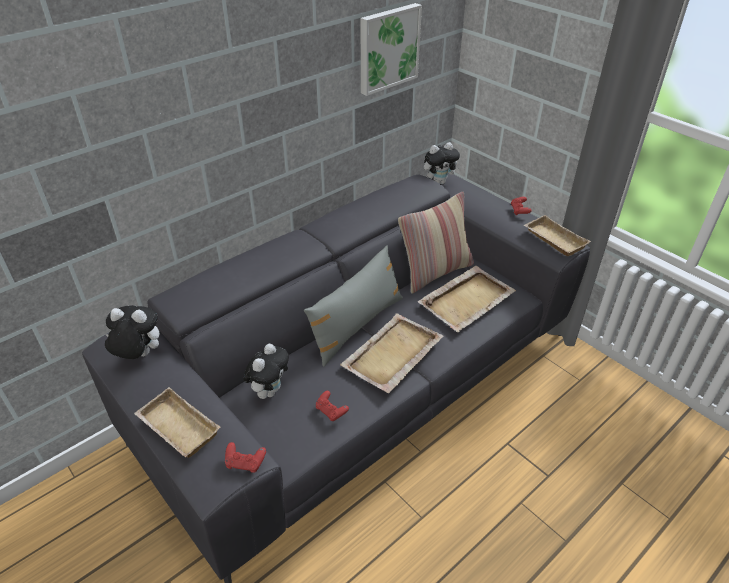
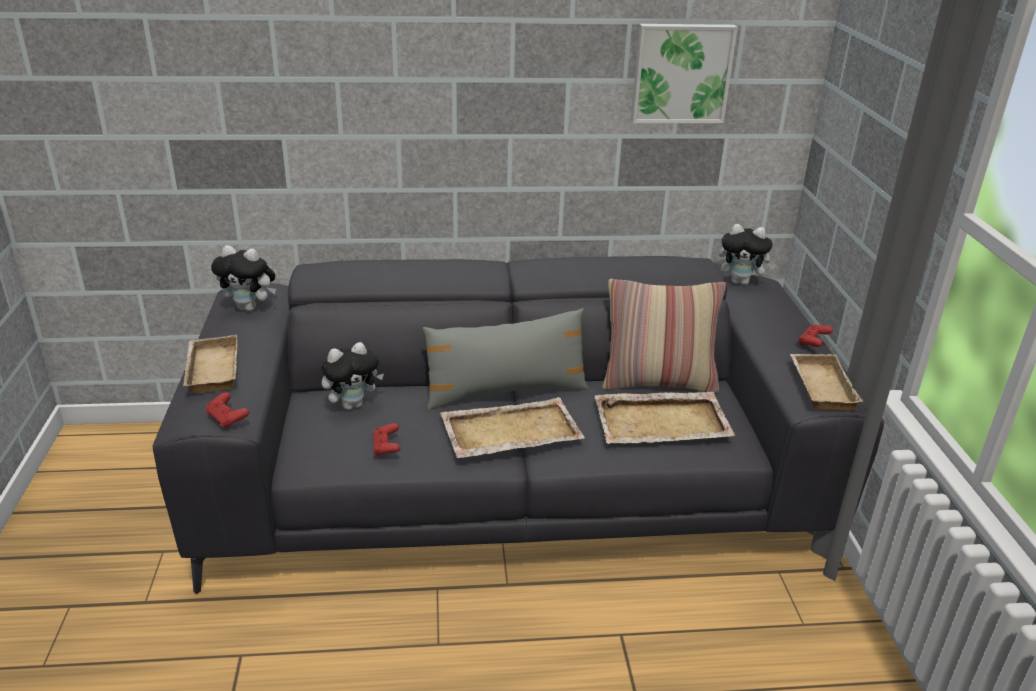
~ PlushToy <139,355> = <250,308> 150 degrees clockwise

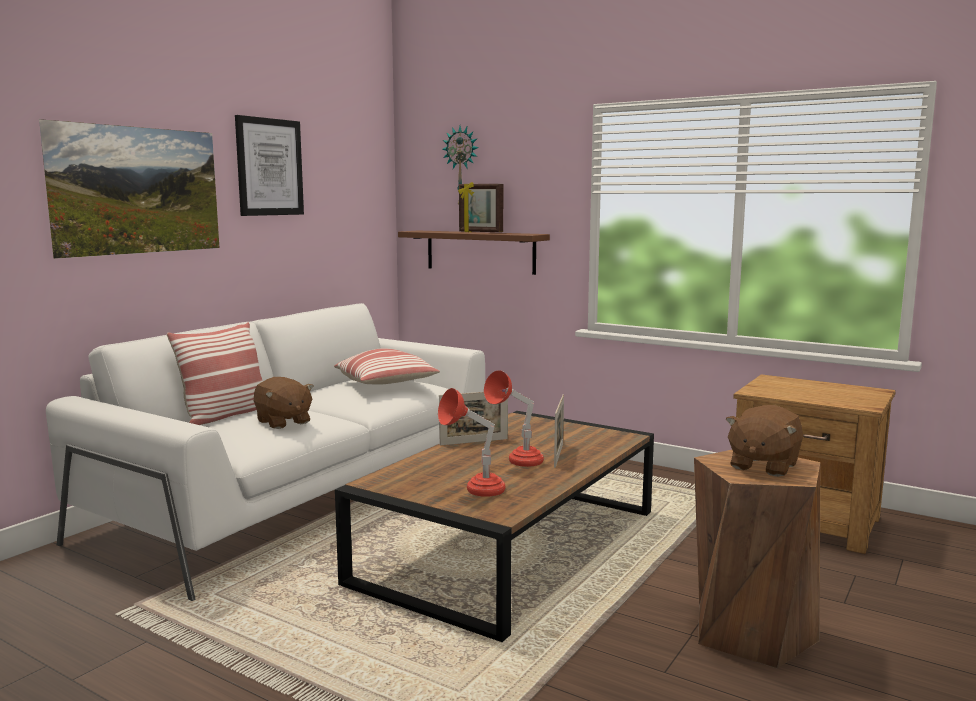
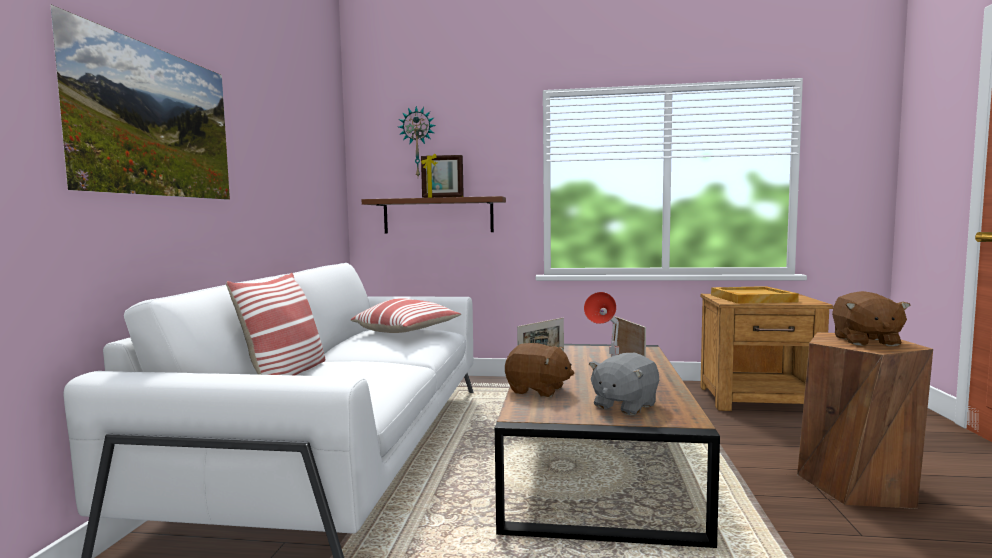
~ BrownPlushToy <283,422> to <537,390>
~ RedTableLamp <474,491> to GreyPlushToy <624,405>
+ BeigeTray <752,298>
- Picture <269,167>

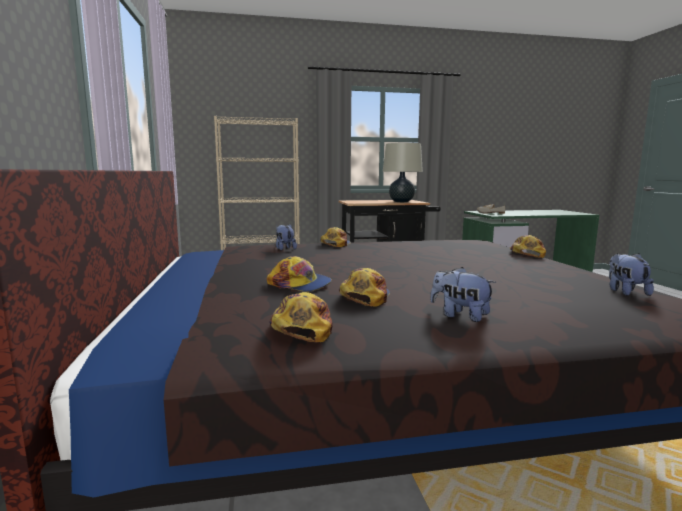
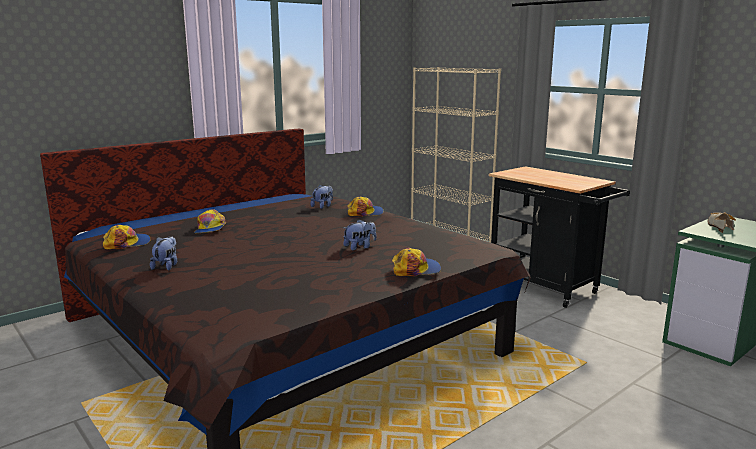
~ PlushToy <625,292> to <360,247>
- Cap <365,296>
- BeigeTableLamp <401,201>

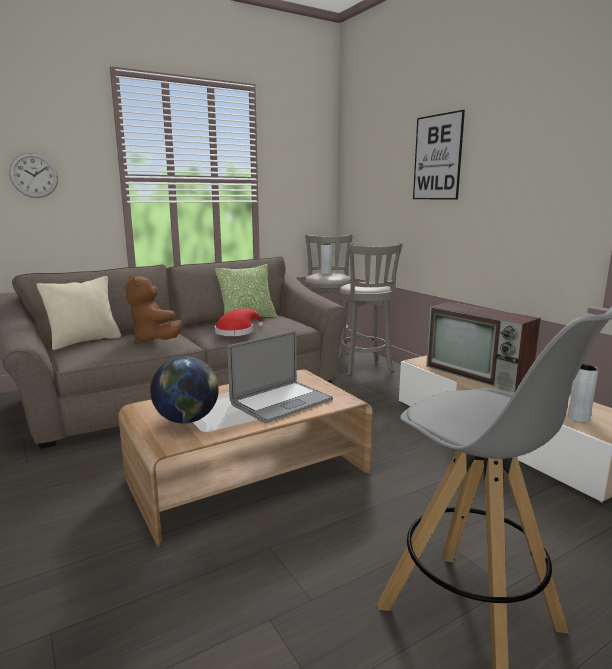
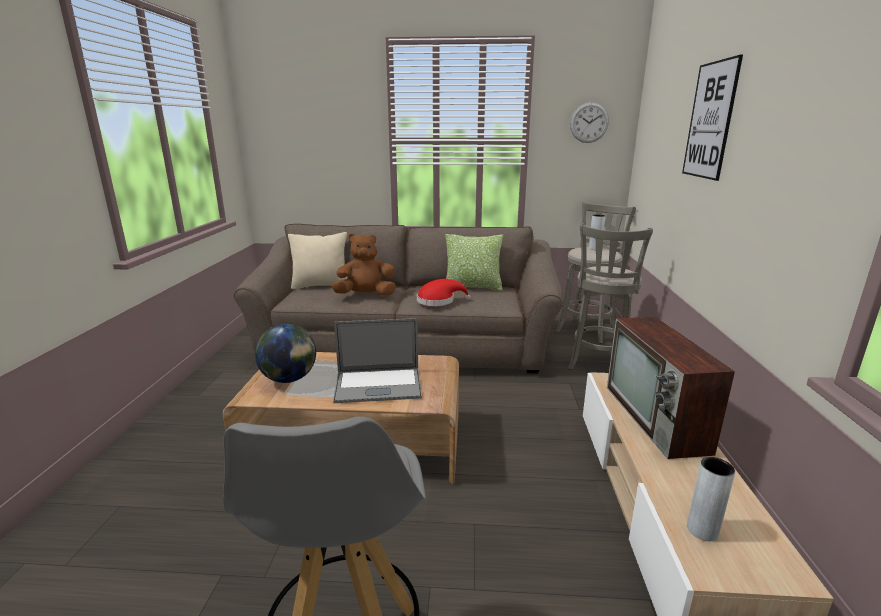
~ BrownPlushToy <155,340> = <365,295> 75 degrees clockwise
~ WallClock <34,175> to <589,122>

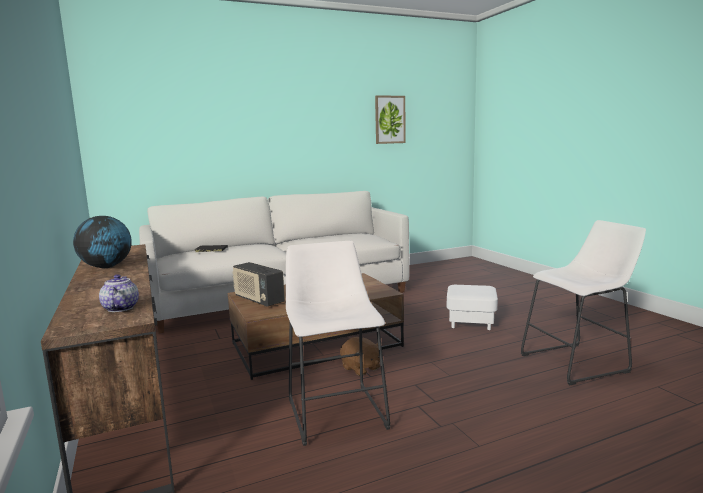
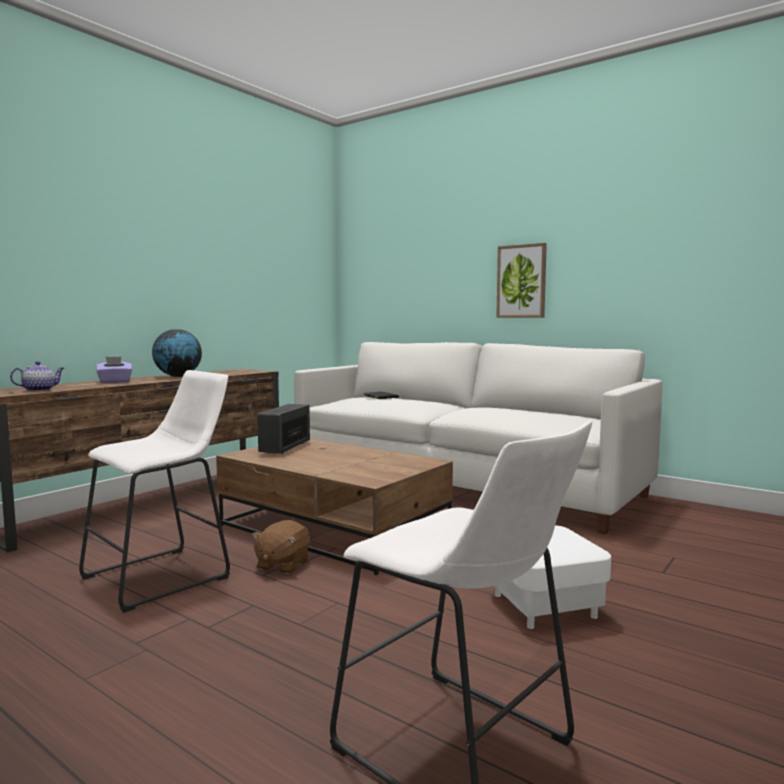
+ PurpleTissueBox <115,381>
~ Picture <389,119> to <521,281>

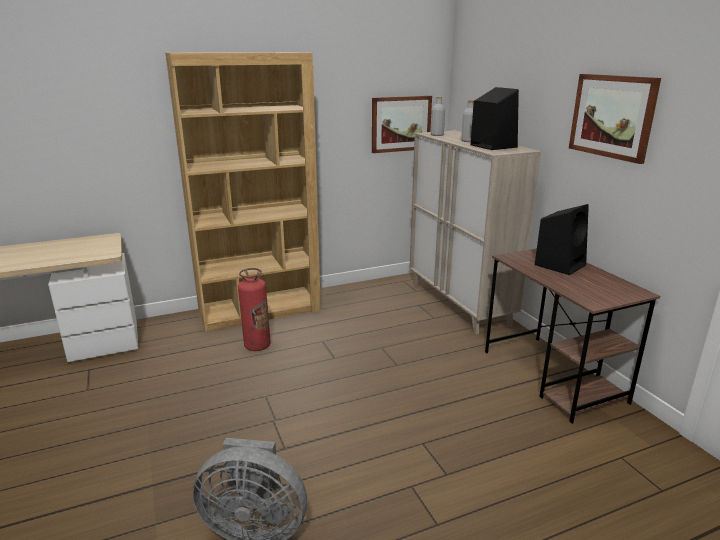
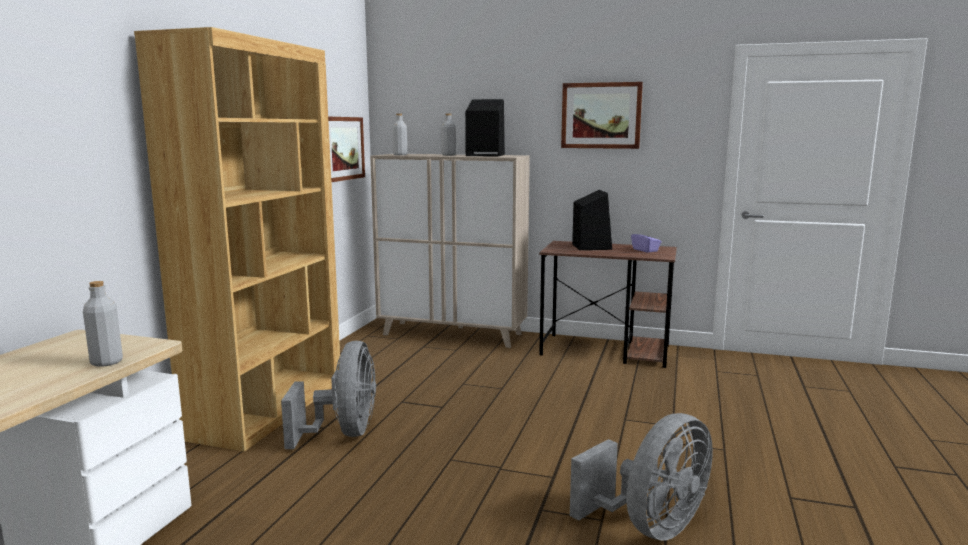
+ GreyBottle <106,362>
~ FireExtinguisher <257,346> to GreyFan <344,433>
+ PurpleTissueBox <645,250>

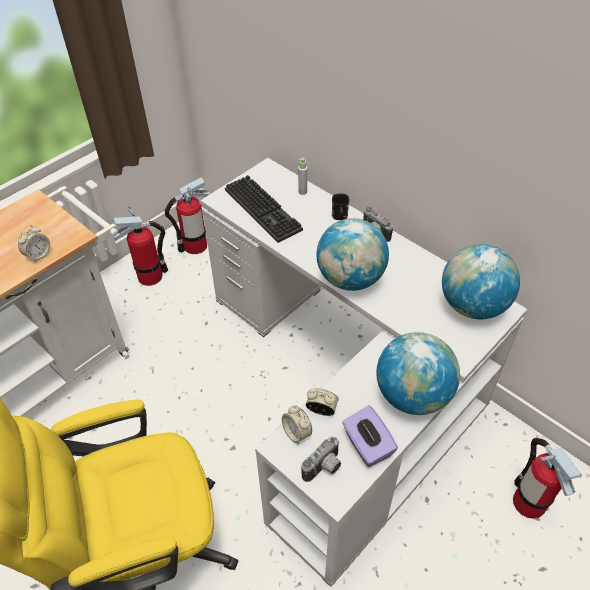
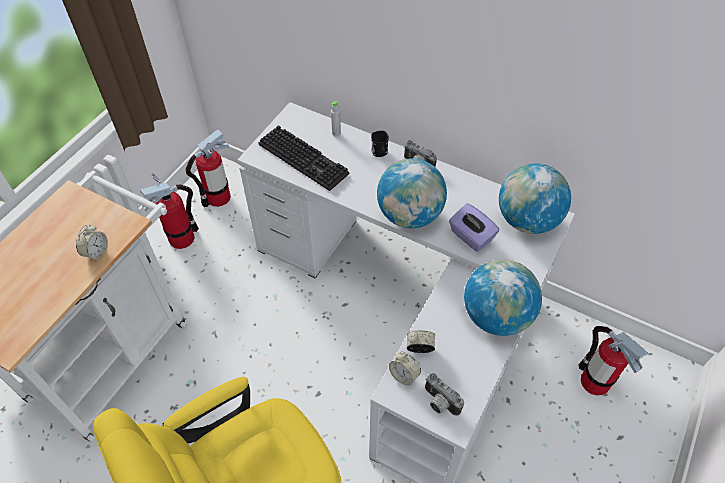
~ PhotoCamera <324,468> = <439,403> 105 degrees clockwise
~ PurpleTissueBox <367,446> to <470,236>

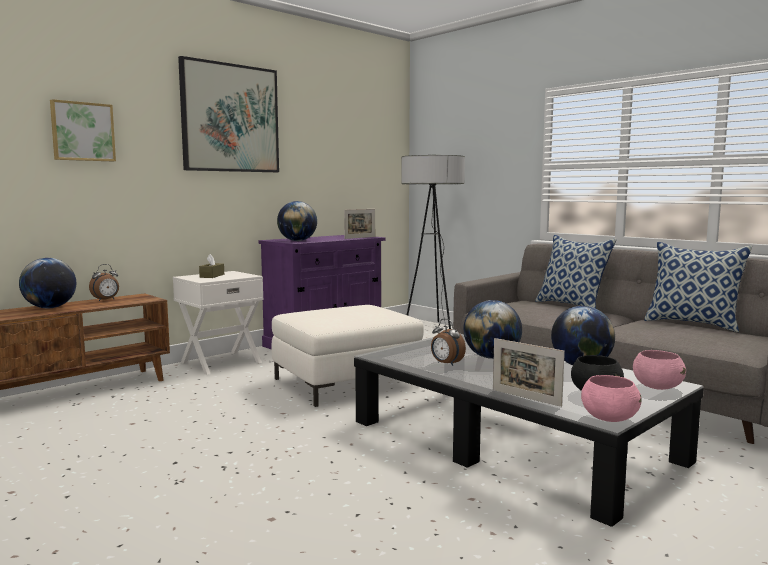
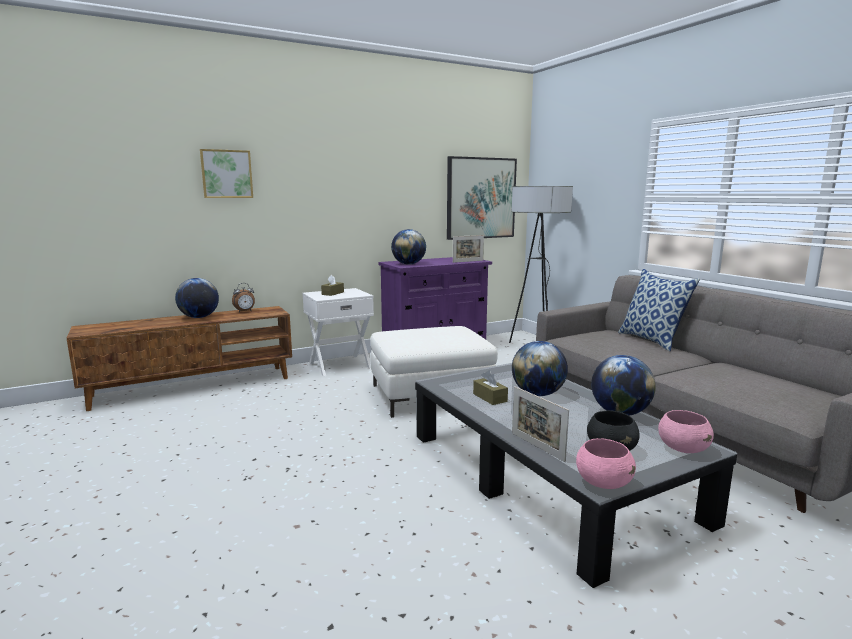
~ Picture <230,118> to <481,198>
~ AlarmClock <446,364> to BrownTissueBox <490,397>
- Pillow <693,324>

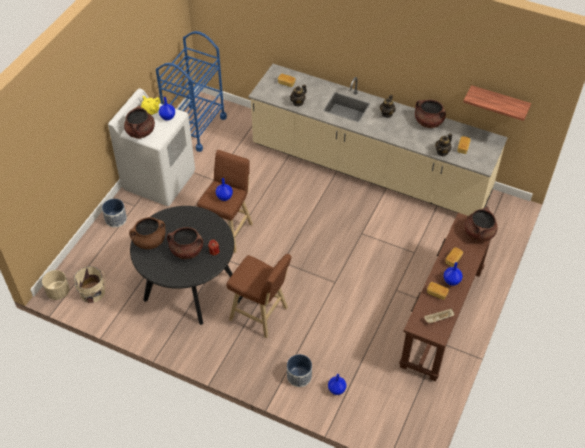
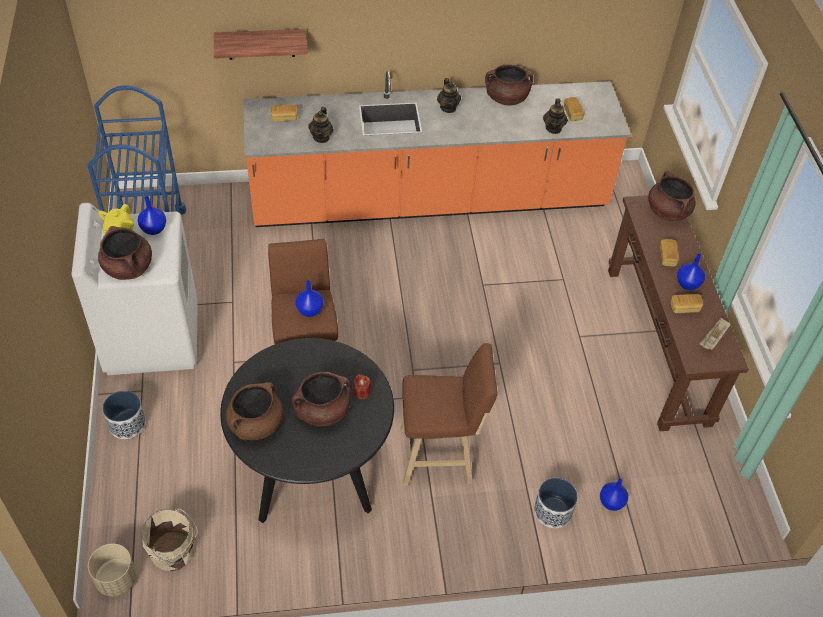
~ Shelf <499,102> to <261,44>
~ BeigeCounter <369,170> to OrangeCounter <429,200>

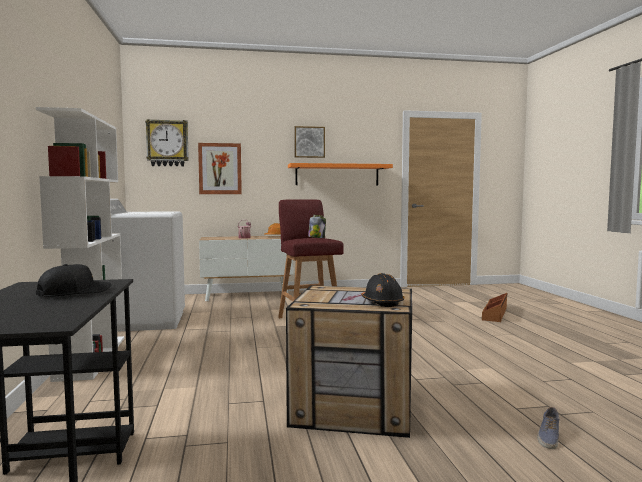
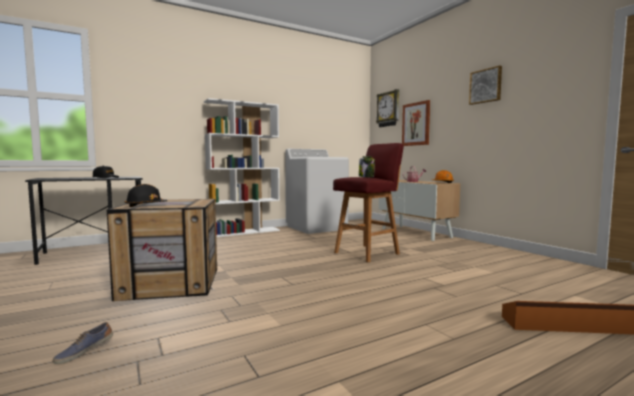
~ Shoe <548,437> = <84,351> 60 degrees counterclockwise
- OrangeShelf <337,175>

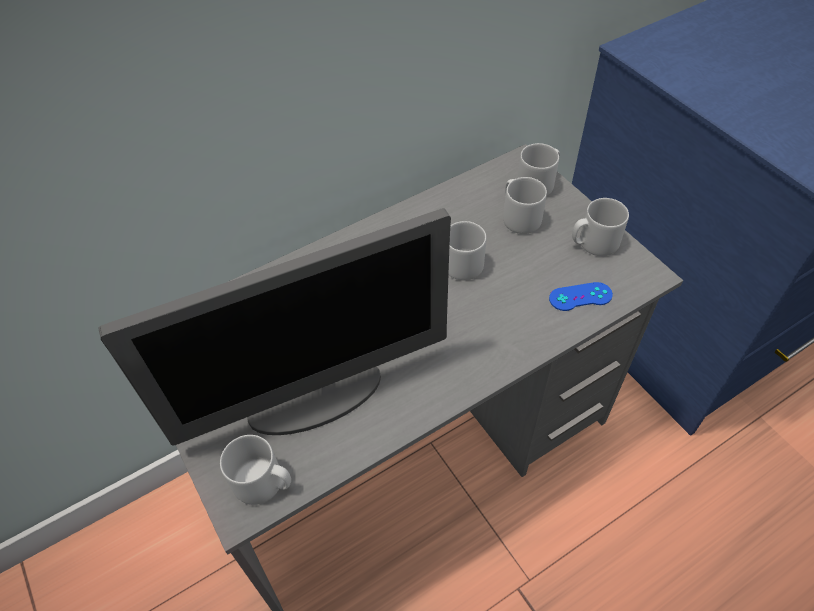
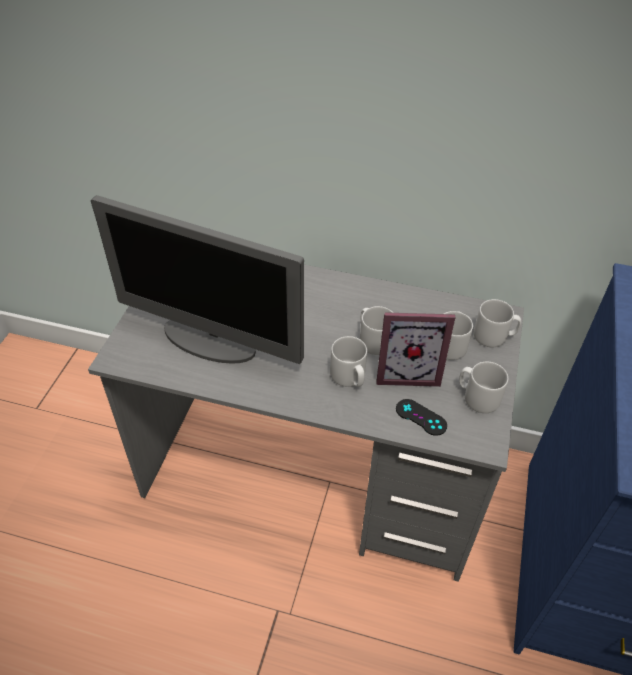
~ GreyMug <264,483> to <349,377>
+ PictureFrame <407,371>
~ BlueGameController <580,297> to BlackGameController <421,417>

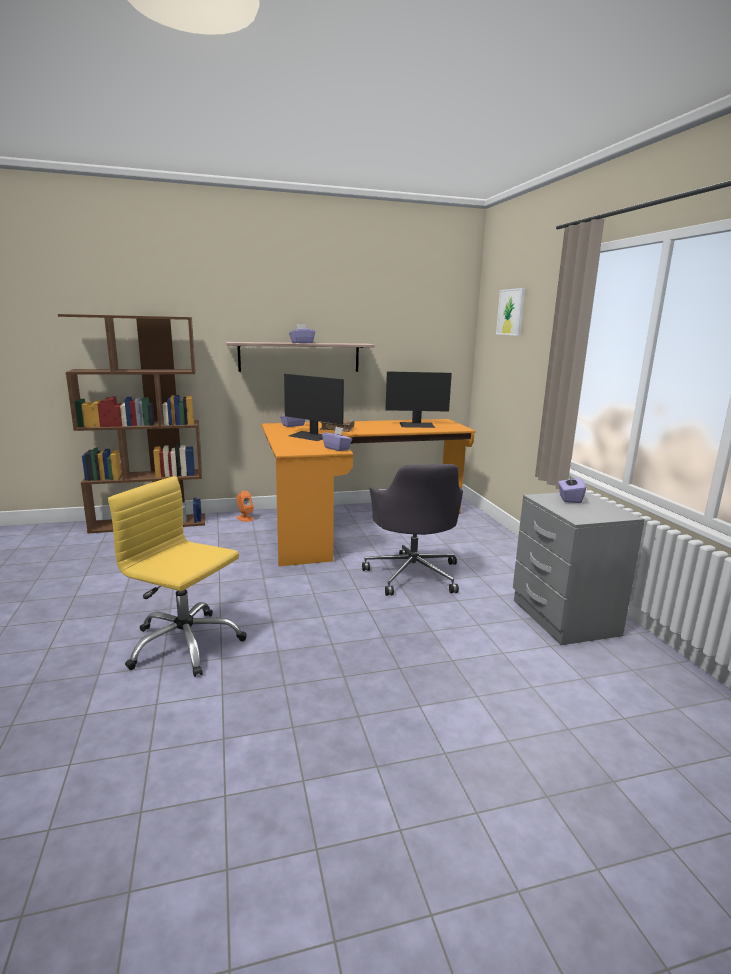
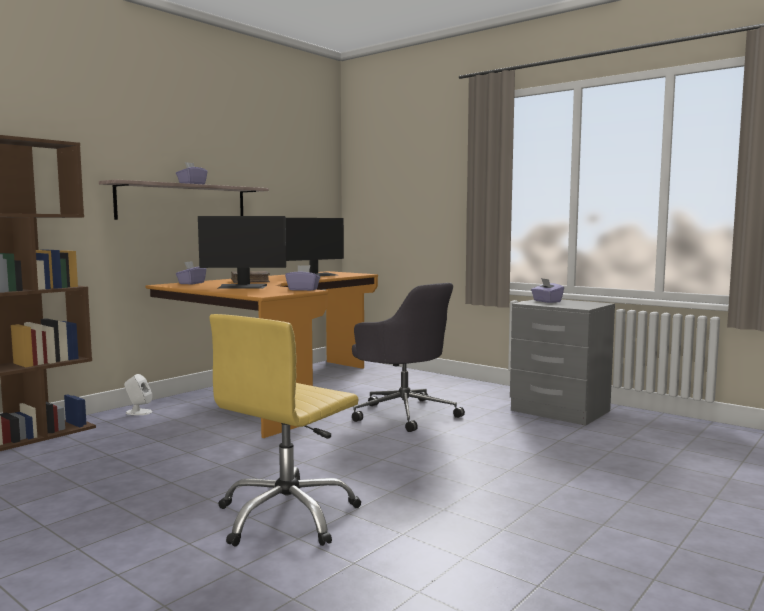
~ OrangeSpeaker <244,518> to WhiteSpeaker <138,412>
~ YellowOfficeChair <185,644> = <287,516> 45 degrees counterclockwise
- Picture <511,312>

